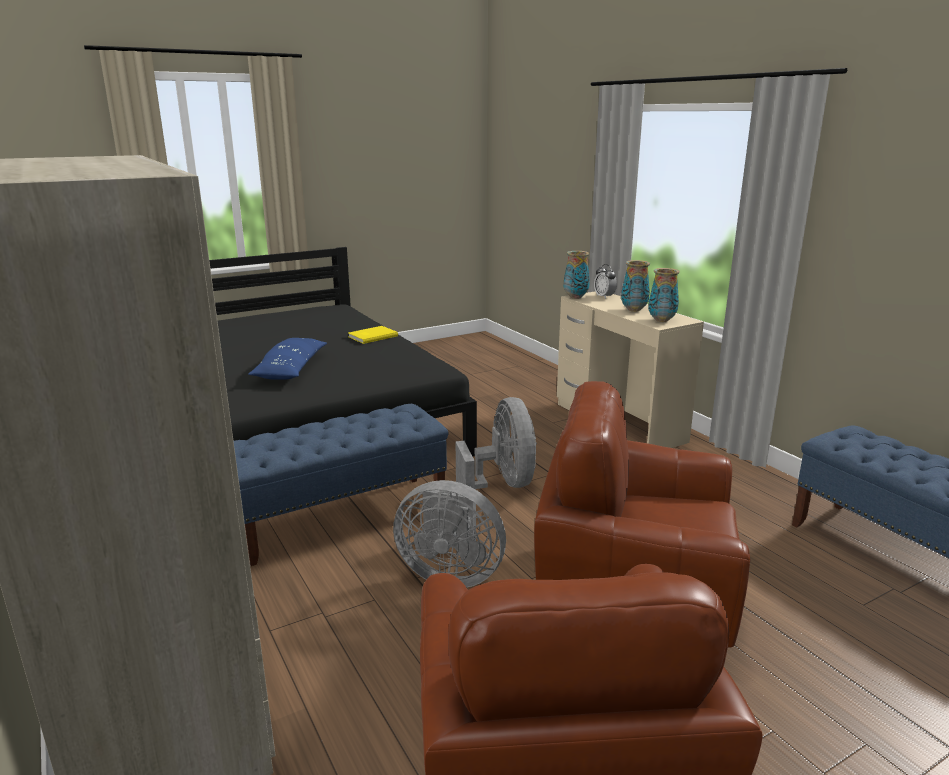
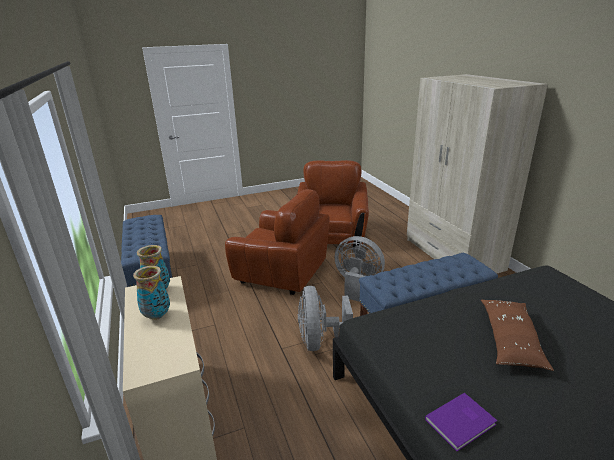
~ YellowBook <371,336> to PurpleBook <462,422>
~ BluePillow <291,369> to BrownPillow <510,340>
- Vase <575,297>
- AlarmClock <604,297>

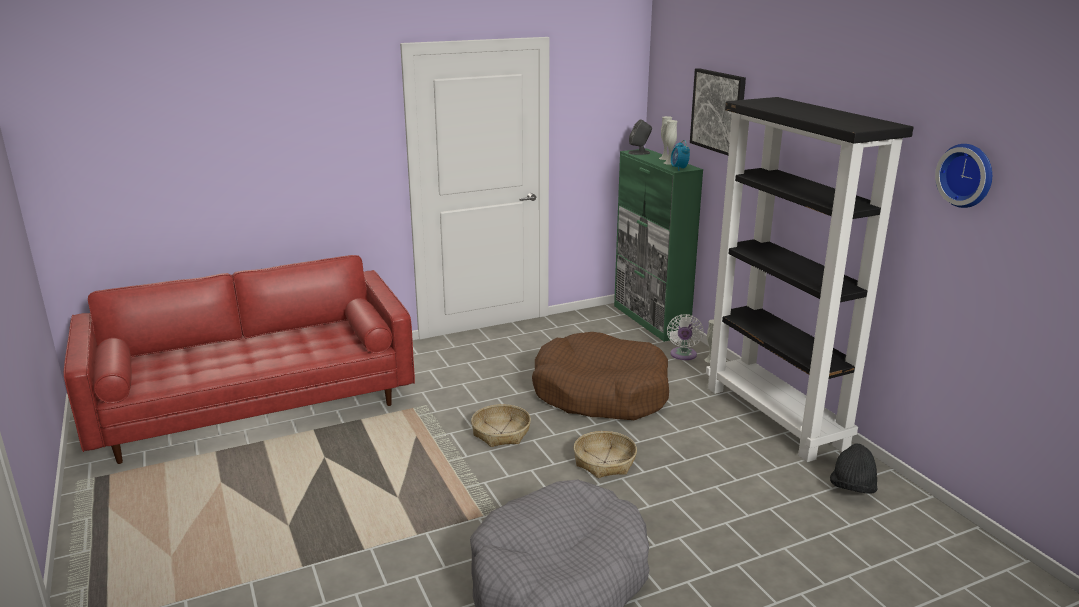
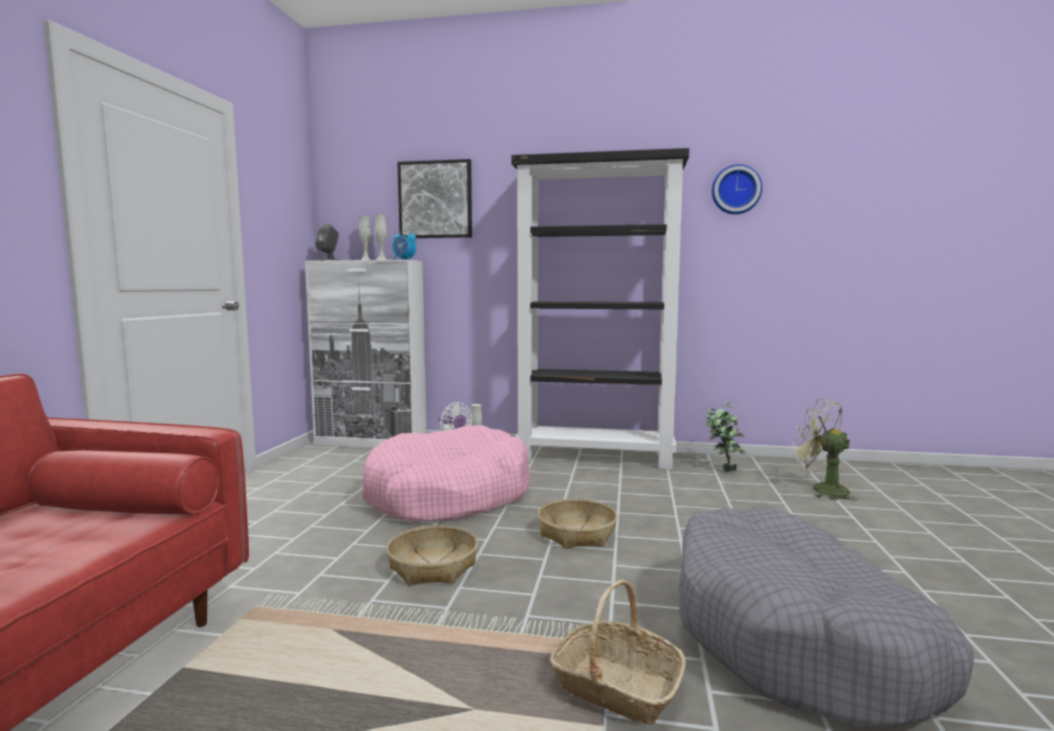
~ GreenCabinet <650,320> to WhiteCabinet <371,442>
~ BrownDogBed <600,393> to PinkDogBed <448,495>
+ Basket <616,687>
~ BlackHat <852,488> to PottedPlant <722,469>
+ GreenFan <821,489>

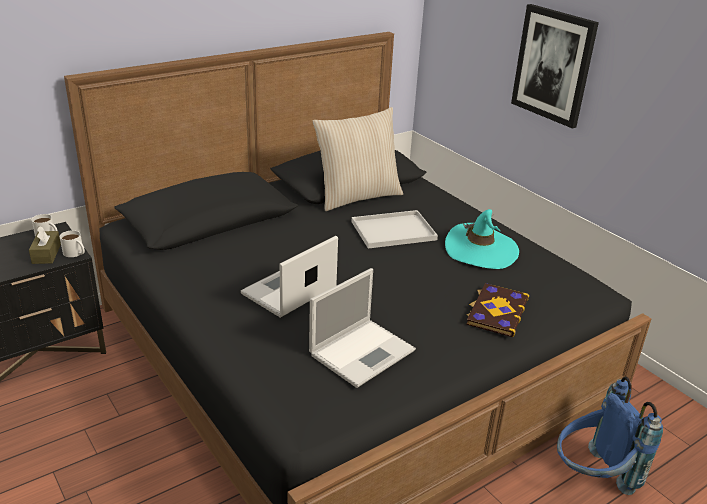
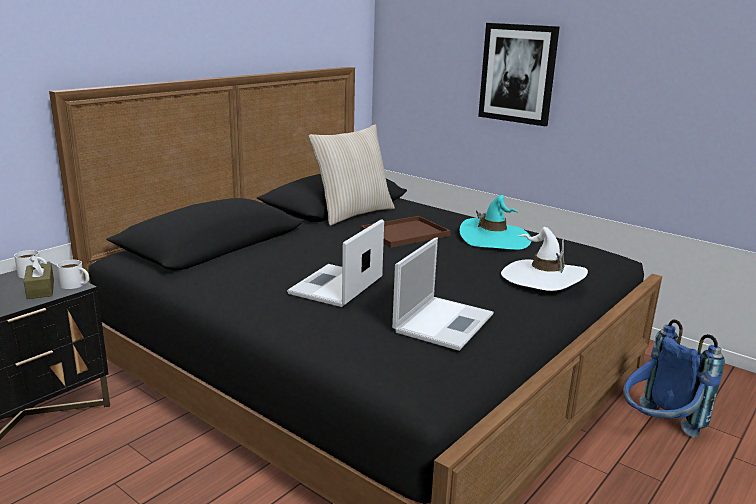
~ WhiteTray <394,230> to BrownTray <406,232>
~ Book <496,311> to WhiteHat <542,278>

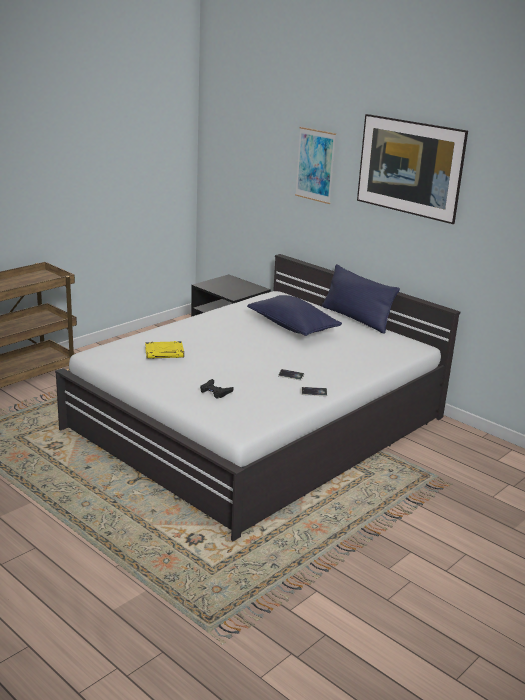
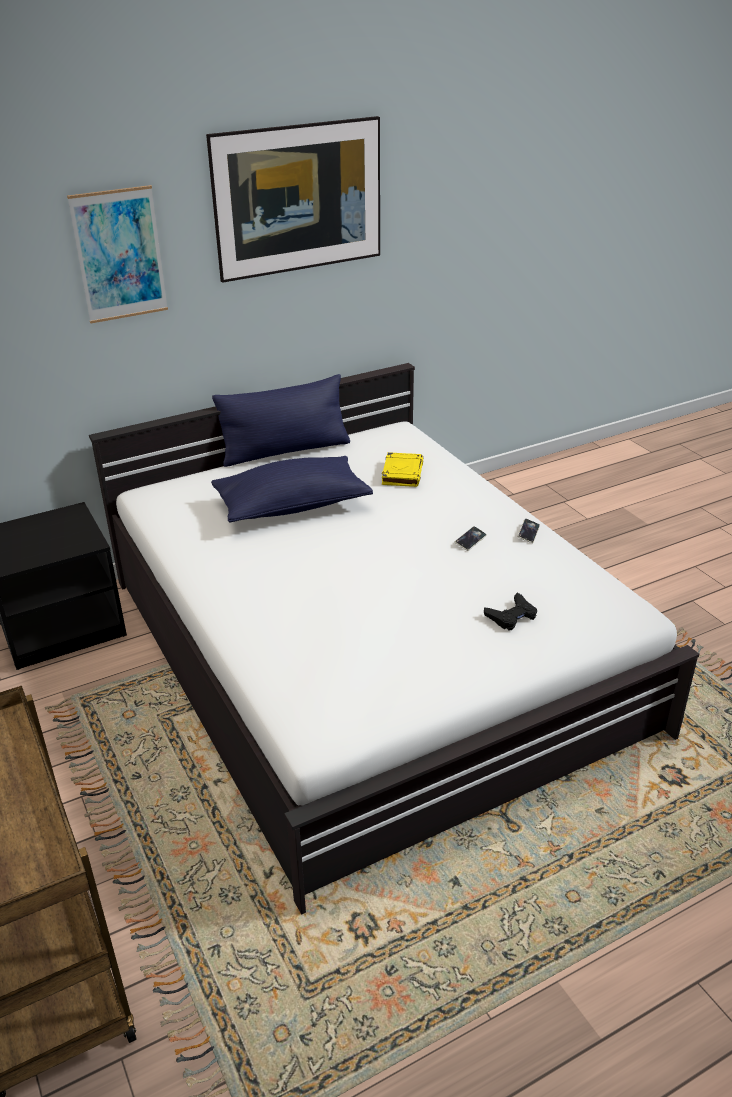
~ YellowBook <165,353> to <402,473>

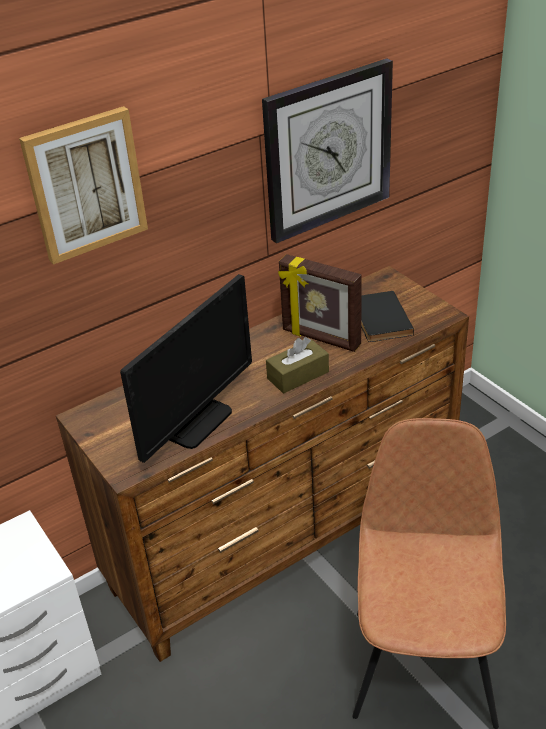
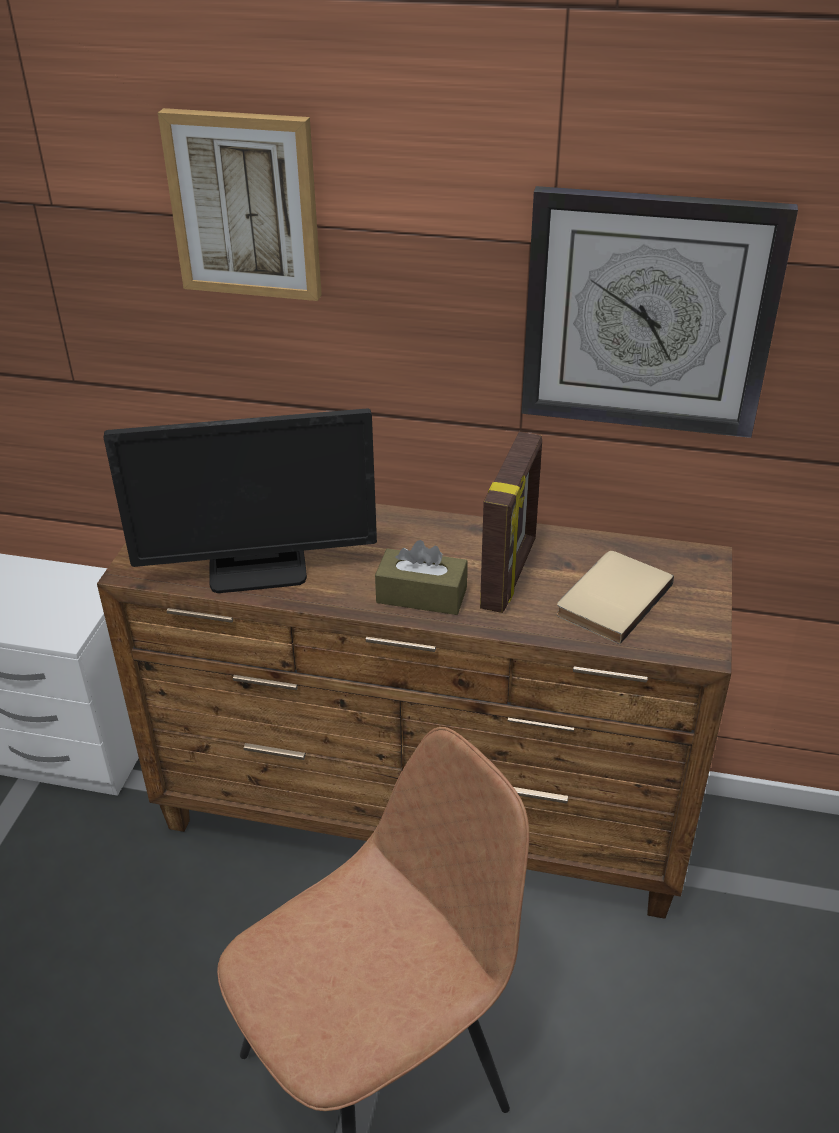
~ PictureFrame <320,338> = <510,574> 150 degrees counterclockwise
~ BlackBook <378,319> to BeigeBook <610,598>

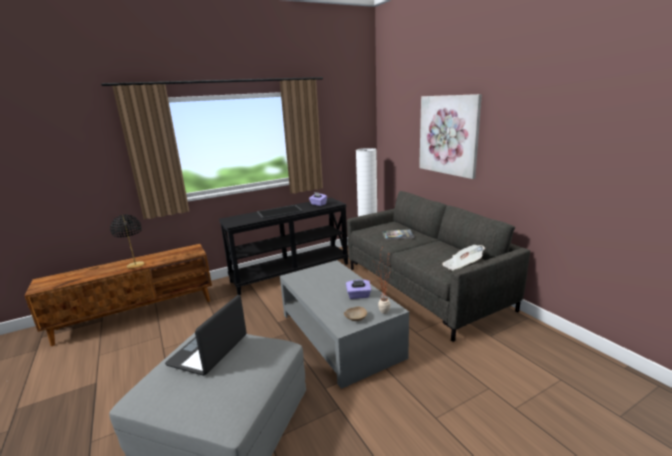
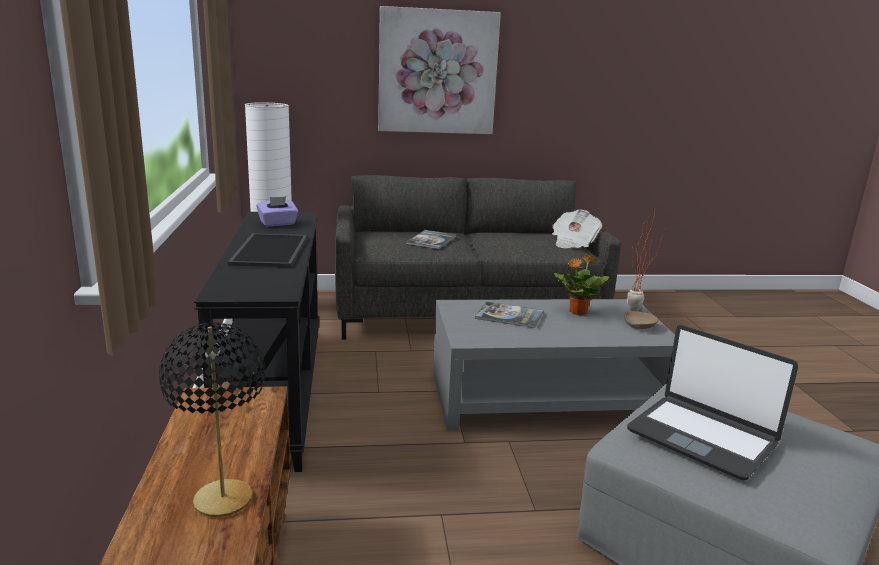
+ Book <509,316>
~ PurpleTissueBox <358,295> to PottedPlant <577,312>

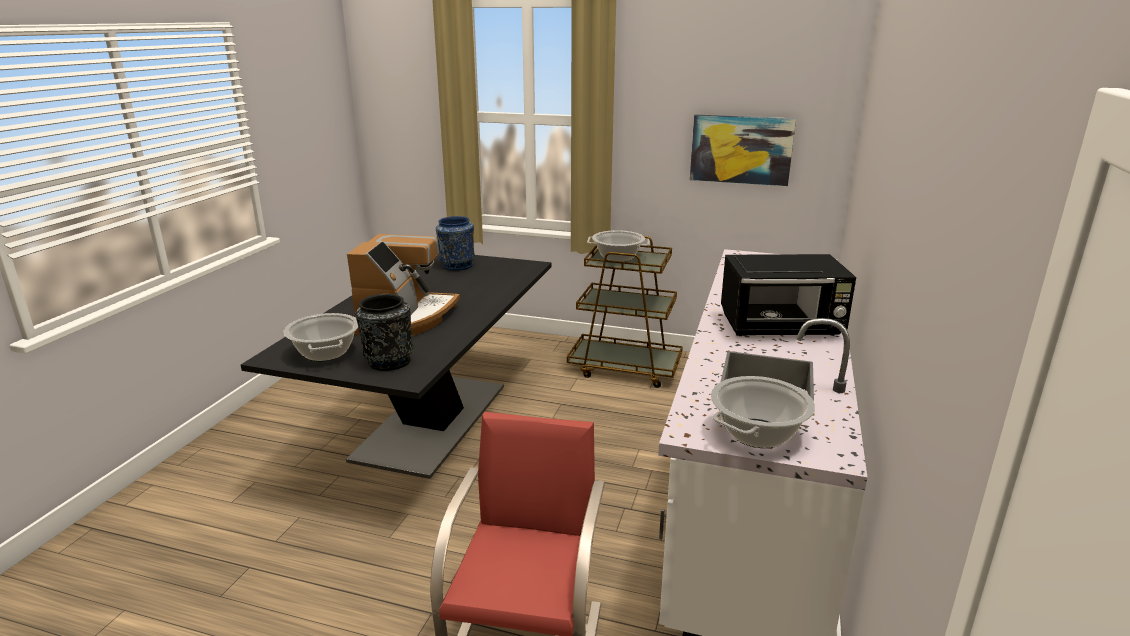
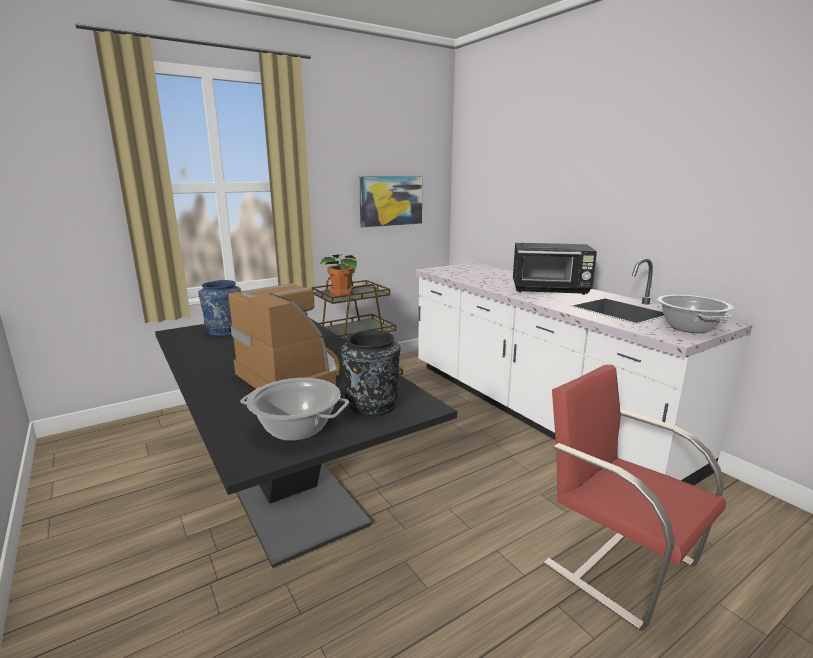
~ CookingPot <618,257> to PottedPlant <341,294>
~ BlackMicrowave <781,327> = <550,290> 60 degrees clockwise

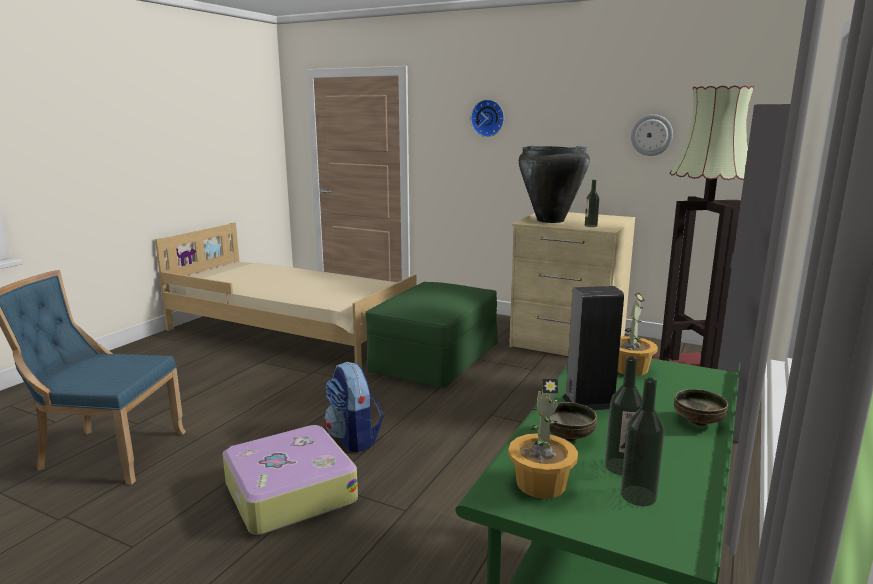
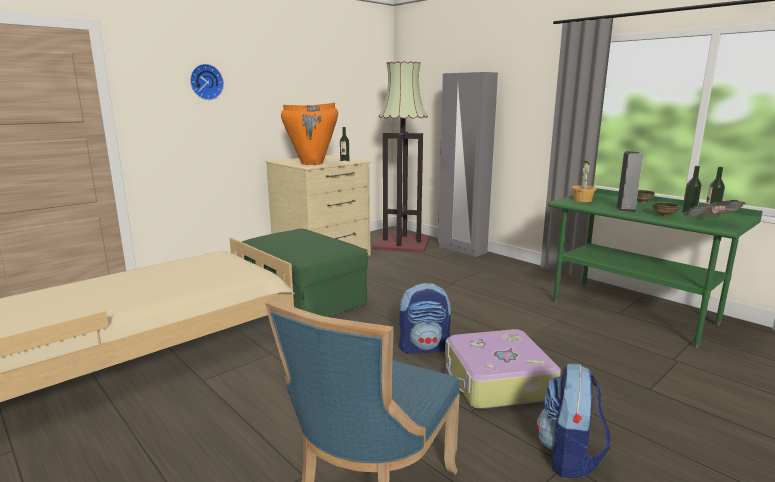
~ BlackVase <550,220> to OrangeVase <312,163>
+ Backpack <569,456>
~ PottedPlant <541,483> to Newspaper <710,222>
- WallClock <651,135>

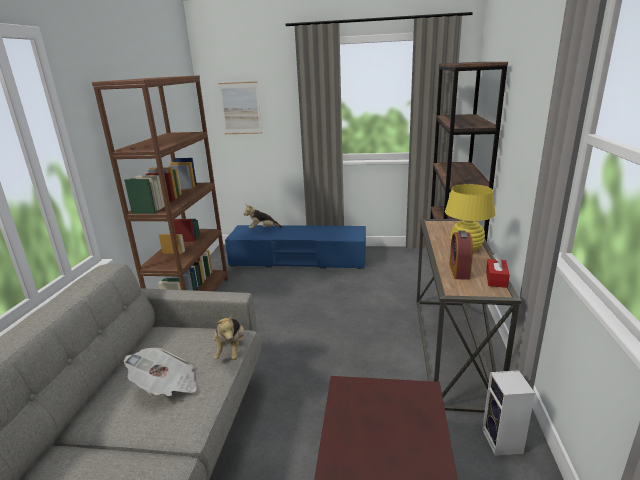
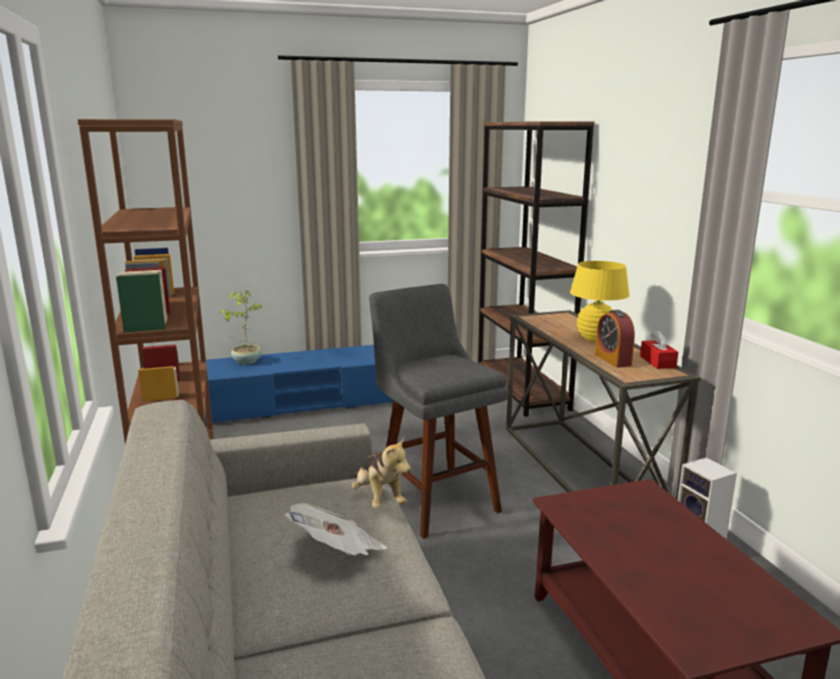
~ PlushToy <263,229> to PottedPlant <246,361>
+ GreyStool <435,500>
- Picture <240,108>

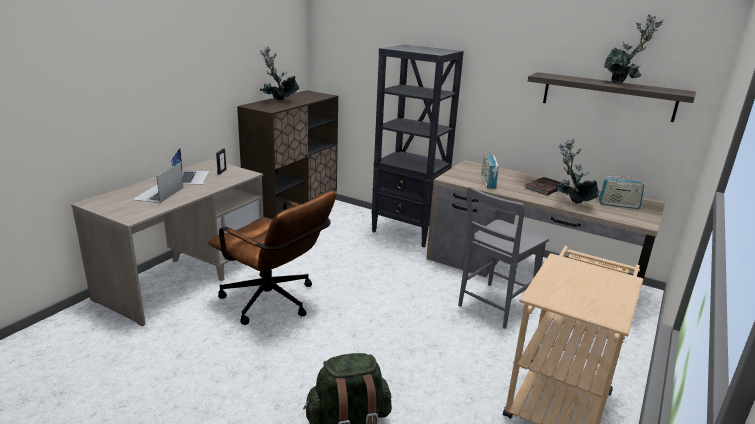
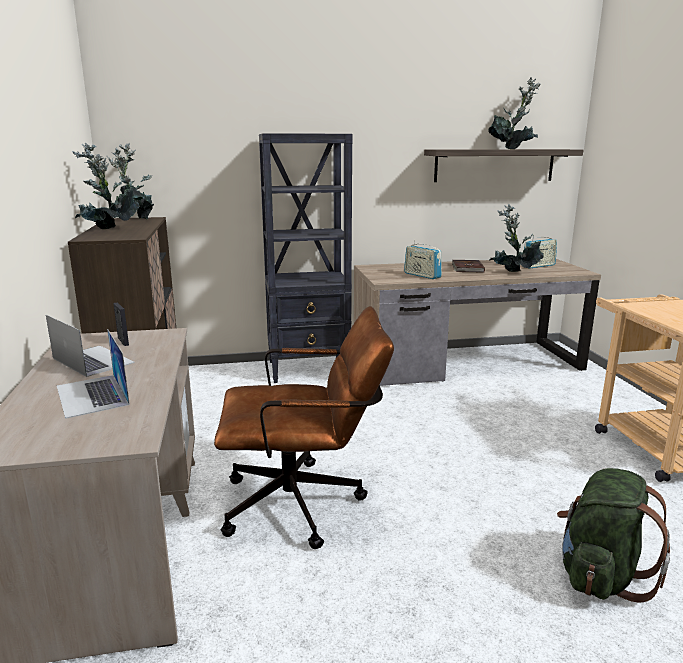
+ PottedPlant <138,219>
- GreyChair <494,307>

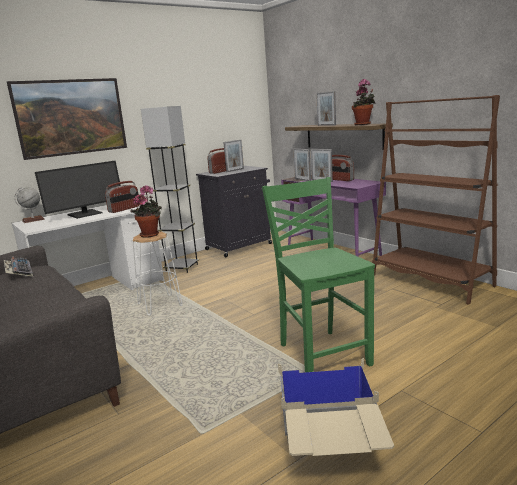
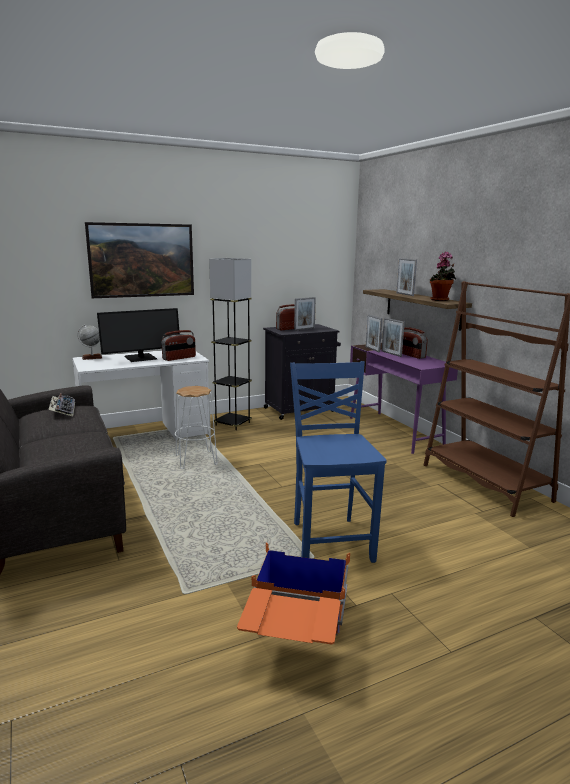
~ BeigeStorageBox <331,448> to OrangeStorageBox <295,633>
~ GreenChair <322,354> to BlueChair <330,540>
- PottedPlant <151,234>

